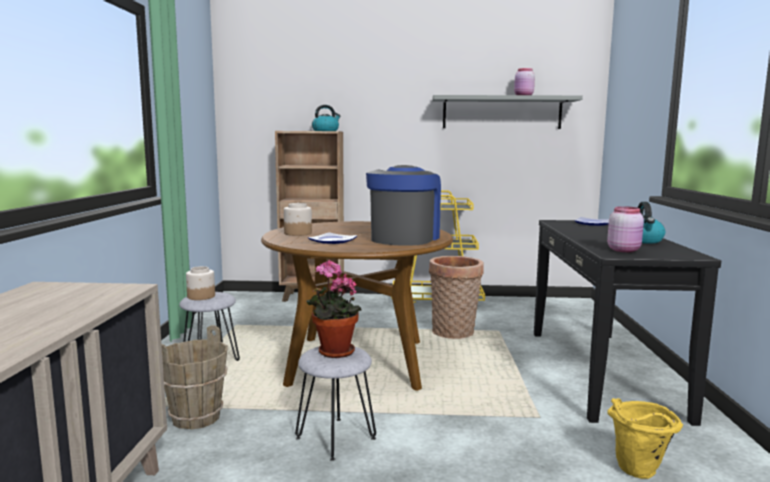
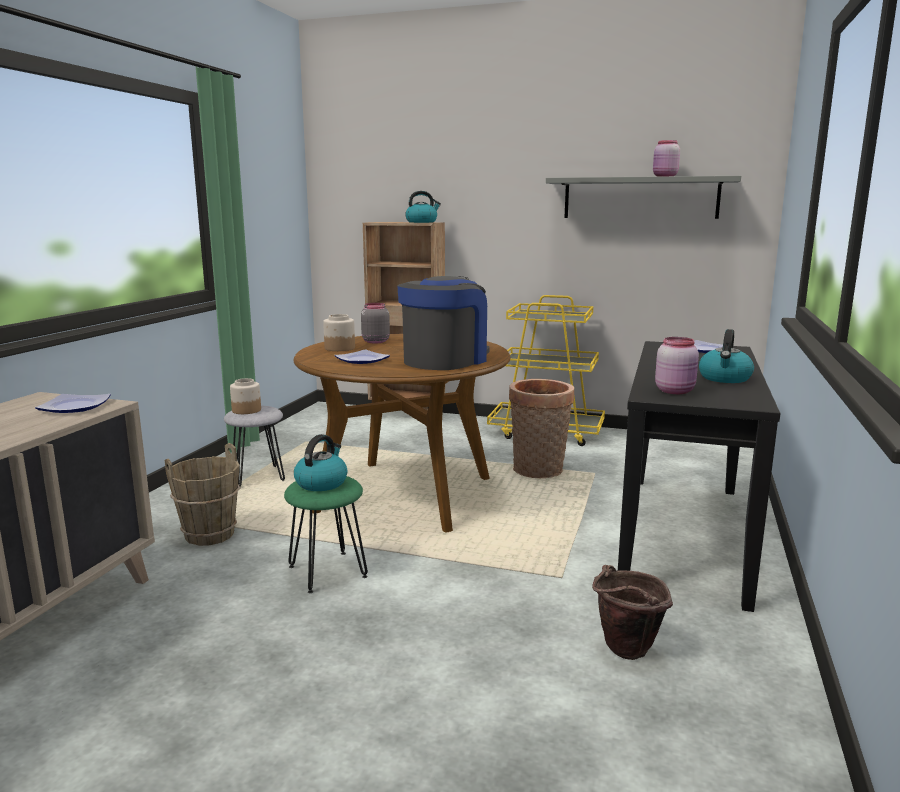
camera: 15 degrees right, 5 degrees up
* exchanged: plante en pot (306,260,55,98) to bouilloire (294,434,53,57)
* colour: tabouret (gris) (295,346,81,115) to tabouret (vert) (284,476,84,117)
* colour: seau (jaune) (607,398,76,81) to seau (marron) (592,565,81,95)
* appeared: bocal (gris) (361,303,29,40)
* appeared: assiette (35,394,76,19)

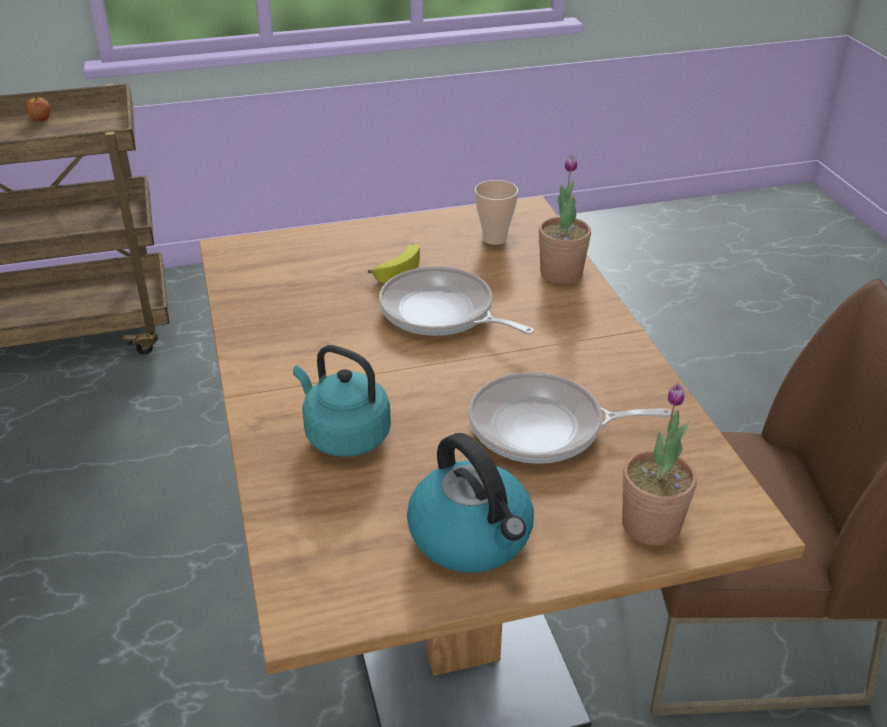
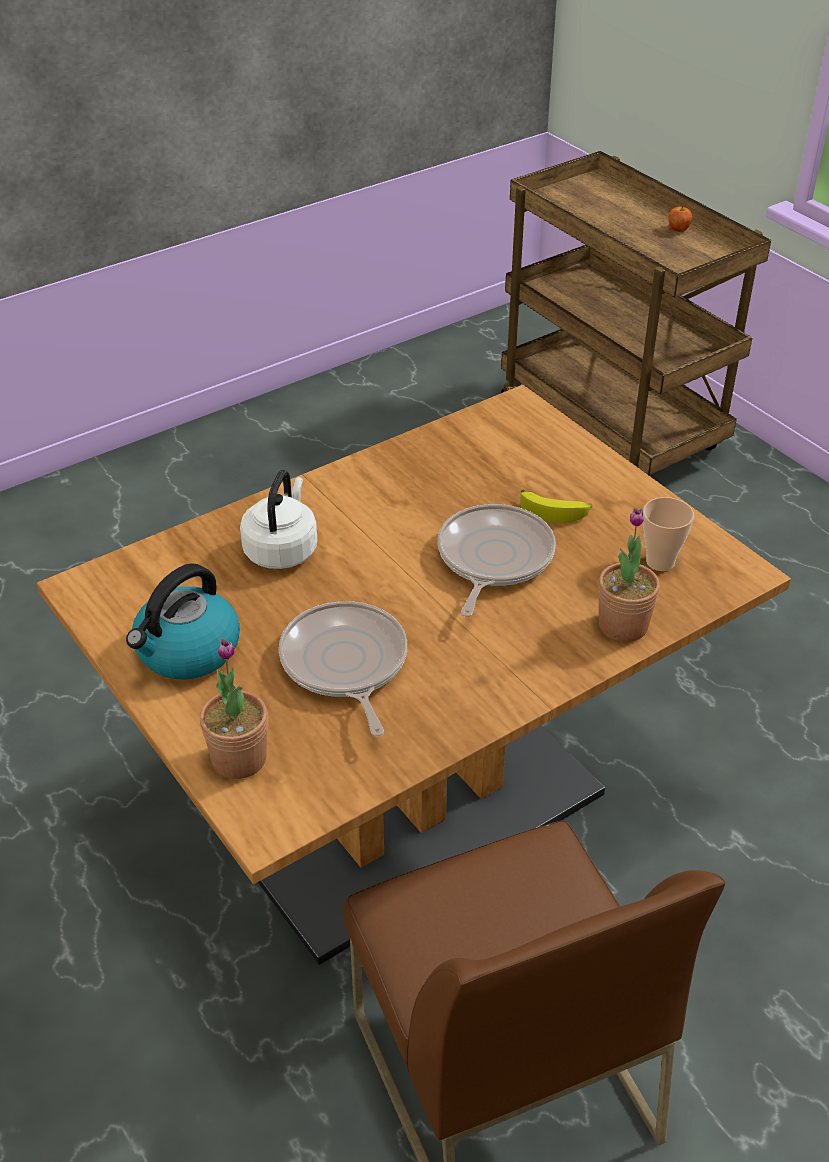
camera: 70 degrees right, 5 degrees up
* colour: bouilloire (turquoise) (293,345,98,112) to bouilloire (blanc) (240,470,77,99)

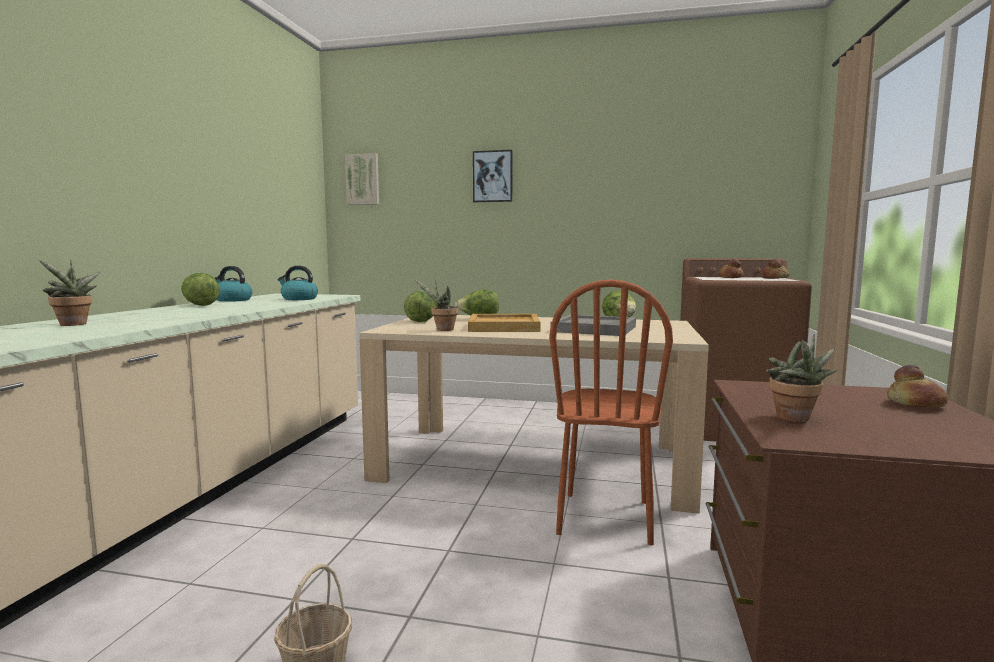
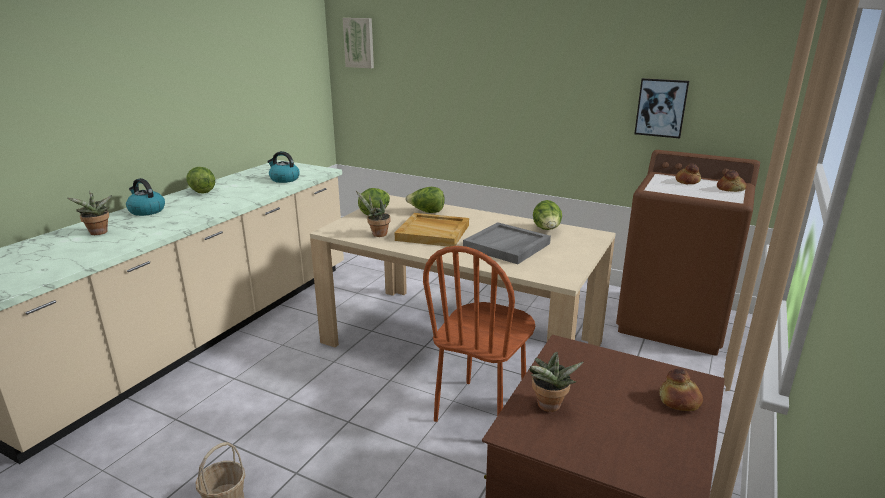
camera: 15 degrees right, 15 degrees up
* relocated: tableau (473,150,40,52) to (634,78,55,61)
* relocated: bouilloire (215,266,38,36) to (126,178,39,38)

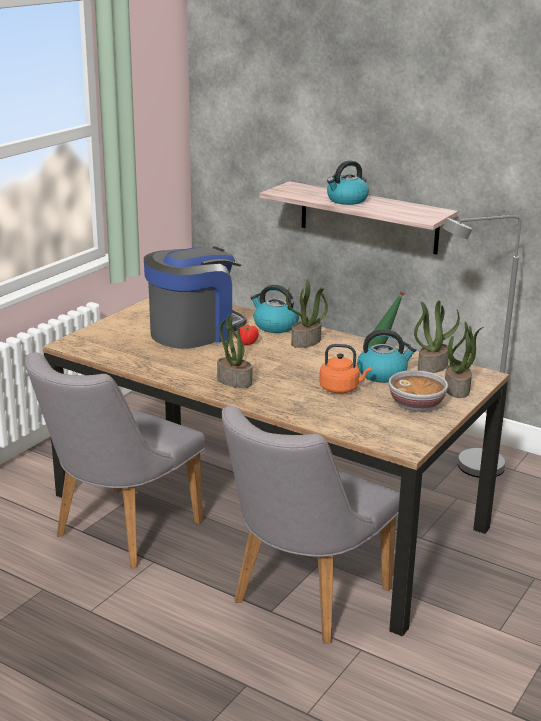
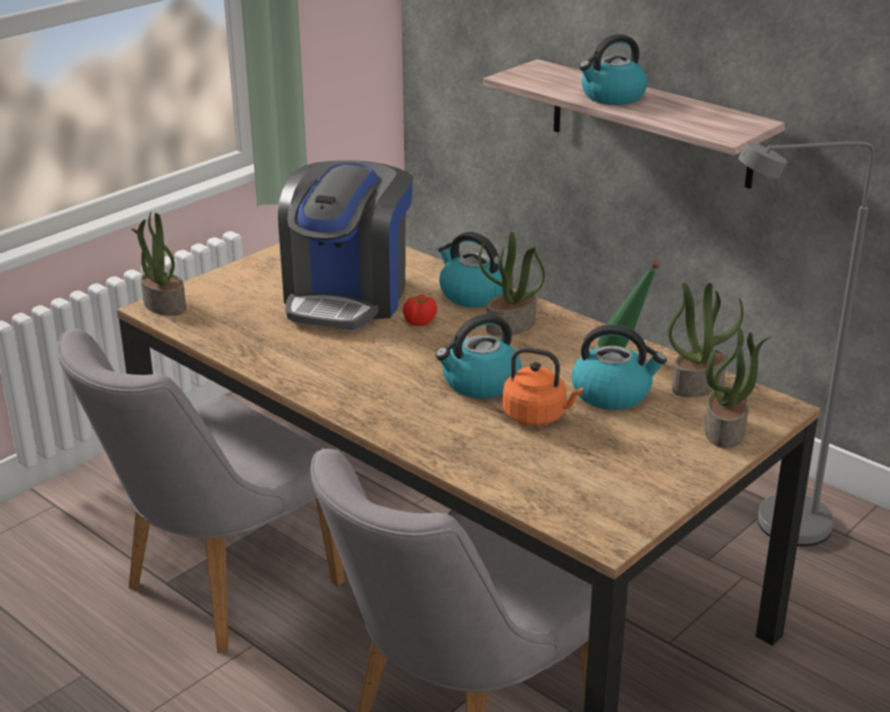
camera: 10 degrees right, 5 degrees up
* spun: machine à café (144,247,103,102) = (278,160,135,170) 135 degrees clockwise
* relocated: plante en pot (217,313,35,75) to (131,212,55,104)
* missing: bol (389,370,59,42)
* appeared: bouilloire (435,314,87,84)

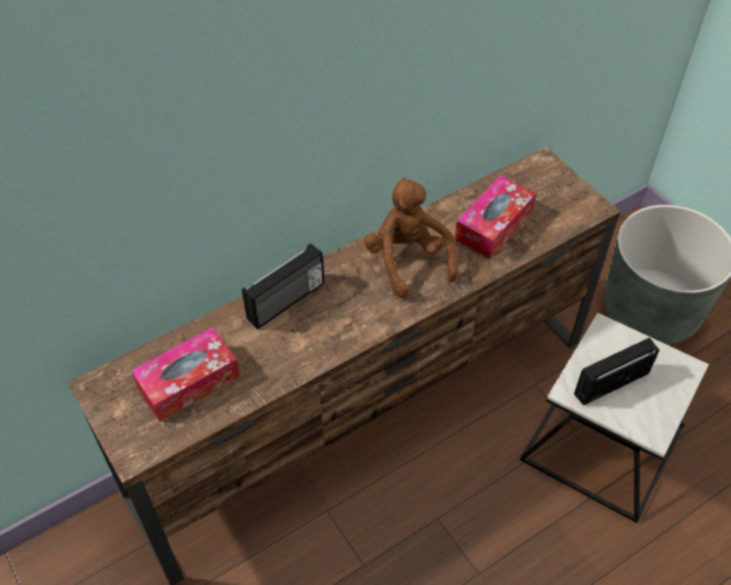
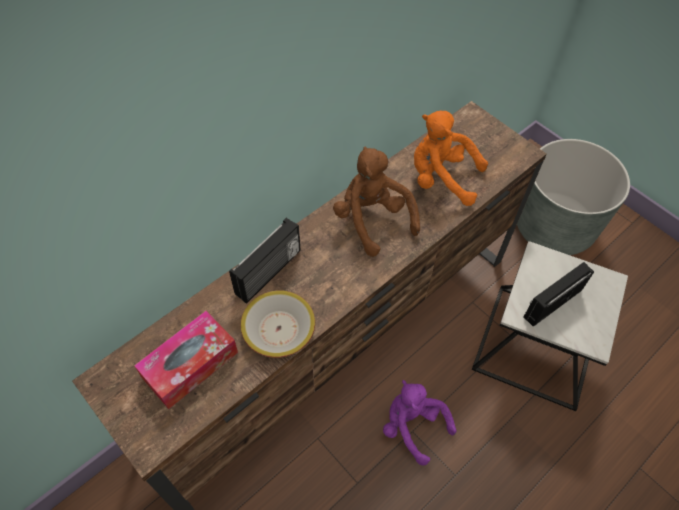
camera: 10 degrees left, 5 degrees up
* exchanged: boîte à mouchoirs (455,176,81,83) to peluche (orange) (414,111,74,95)
* appeared: bol (241,290,74,68)
* appeared: peluche (violet) (383,380,74,86)

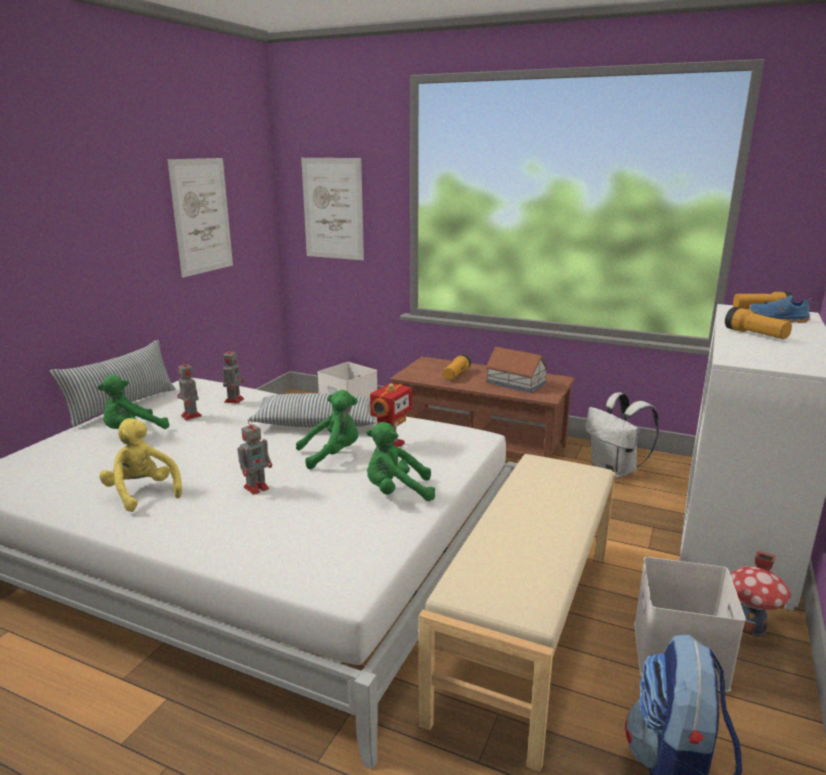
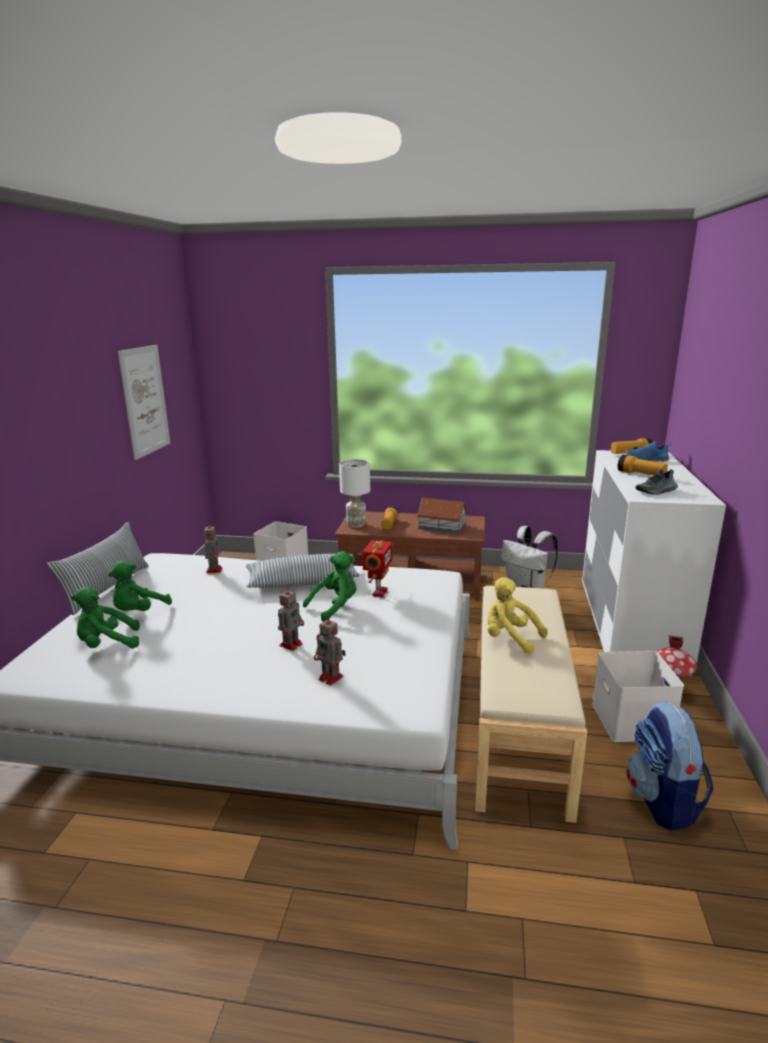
camera: 15 degrees left, 0 degrees up
* missing: tableau (301,158,63,102)
* relocated: robot jouet (178,359,24,61) to (314,615,32,71)
* relocated: peluche (jaune) (99,418,83,94) to (488,577,60,77)
* relocated: peluche (vert) (366,422,69,79) to (71,587,69,61)
* appeared: lampe de table (blanc) (339,459,31,69)
* appeared: chaussure (635,469,43,26)

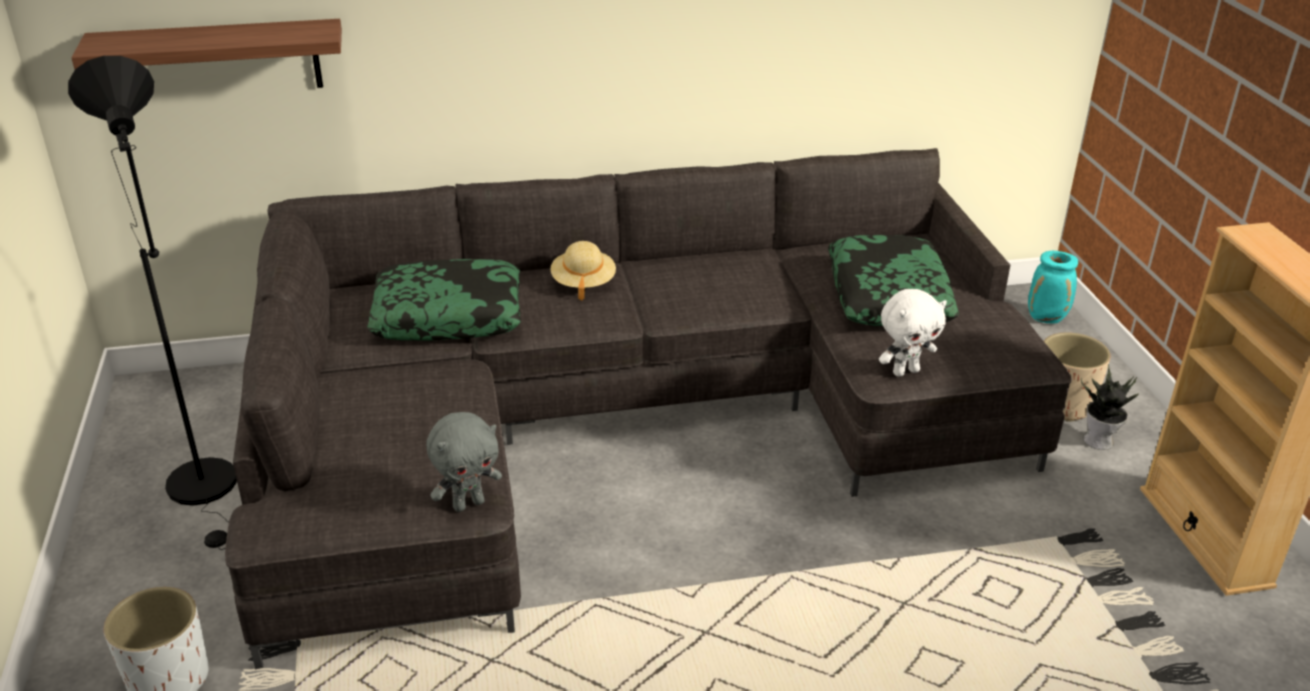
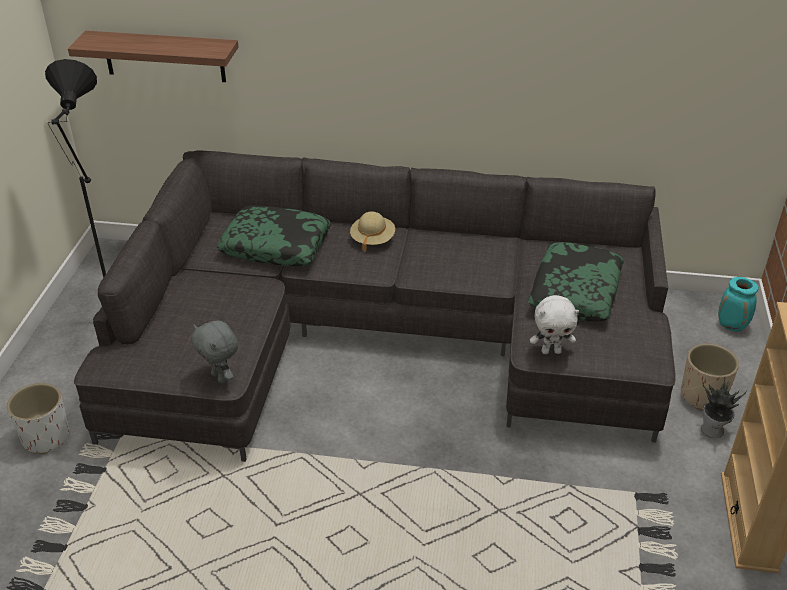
camera: 20 degrees right, 5 degrees up
* spun: peluche (gris) (426,412,76,100) = (191,321,47,62) 60 degrees clockwise

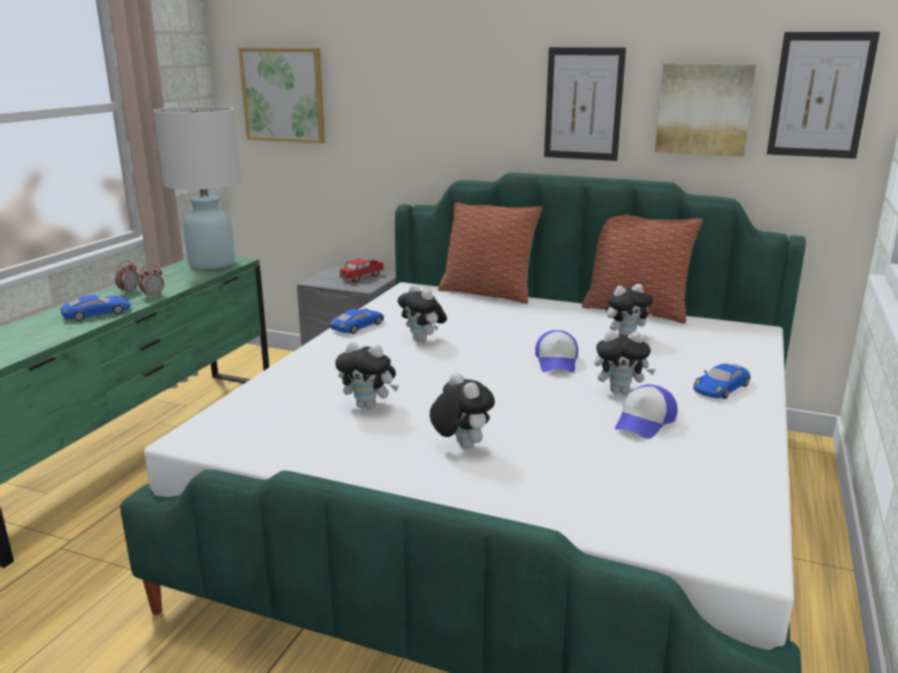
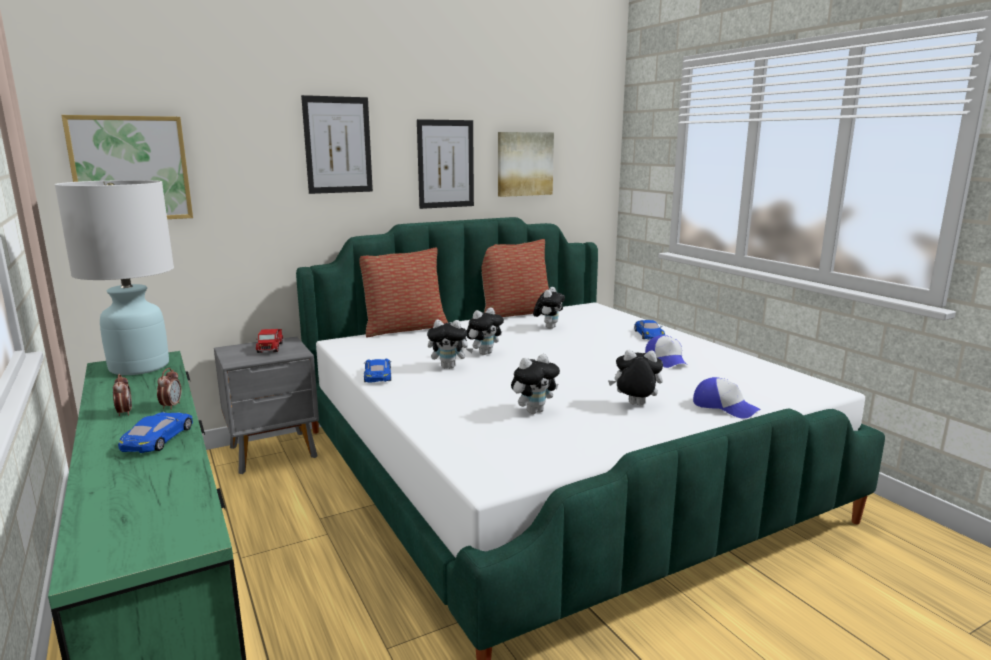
camera: 50 degrees left, 5 degrees down
* relocated: tableau (767,32,113,127) to (301,95,72,99)
* relocated: casquette (535,330,43,43) to (693,377,67,42)
* relocated: peluche (594,330,62,64) to (466,307,38,48)

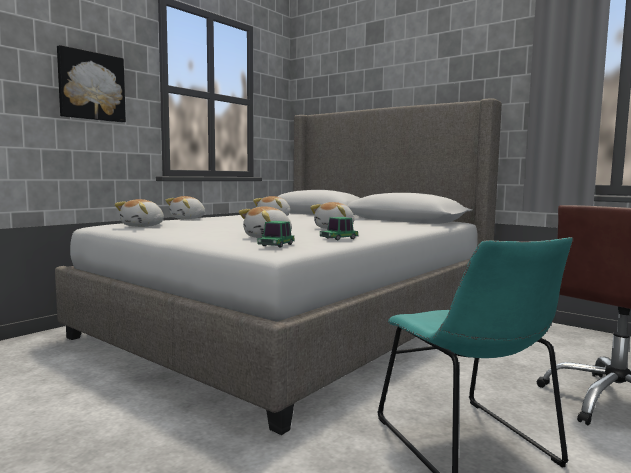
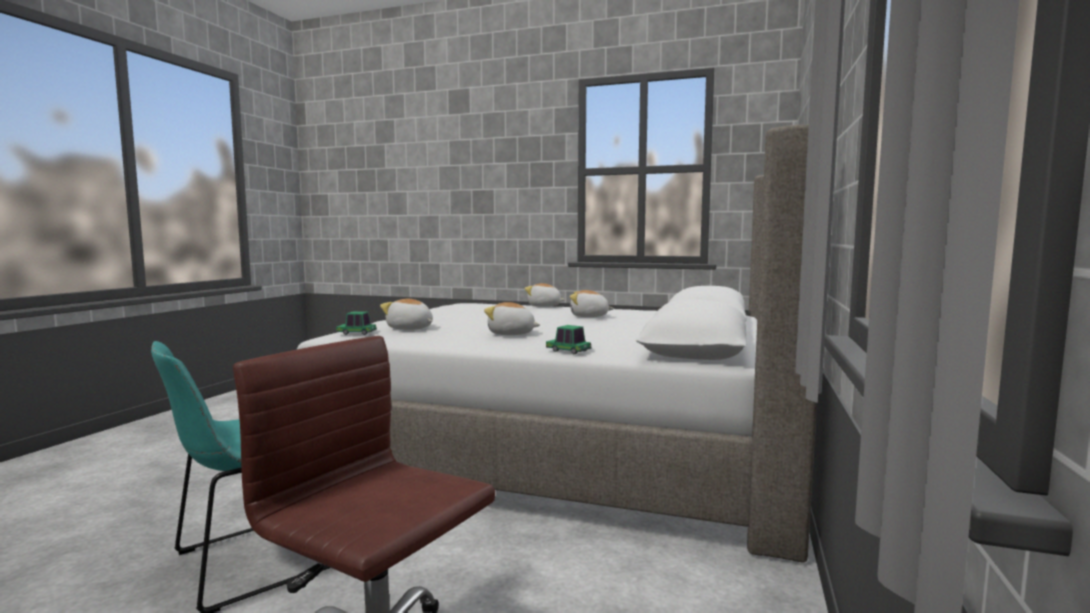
camera: 70 degrees right, 0 degrees up
* missing: tableau (57,45,69,77)
* missing: peluche (114,199,50,28)
* relocated: petite voiture (320,217,38,23) to (546,325,46,29)

